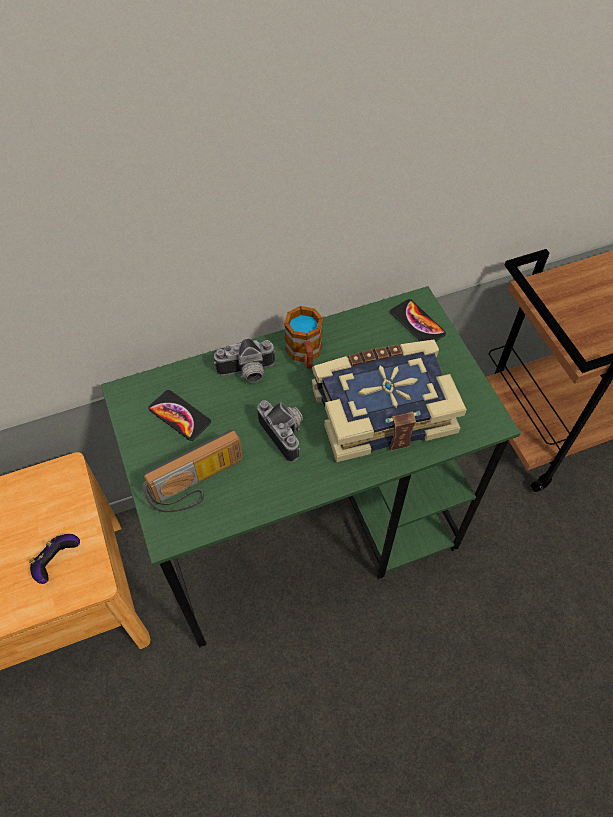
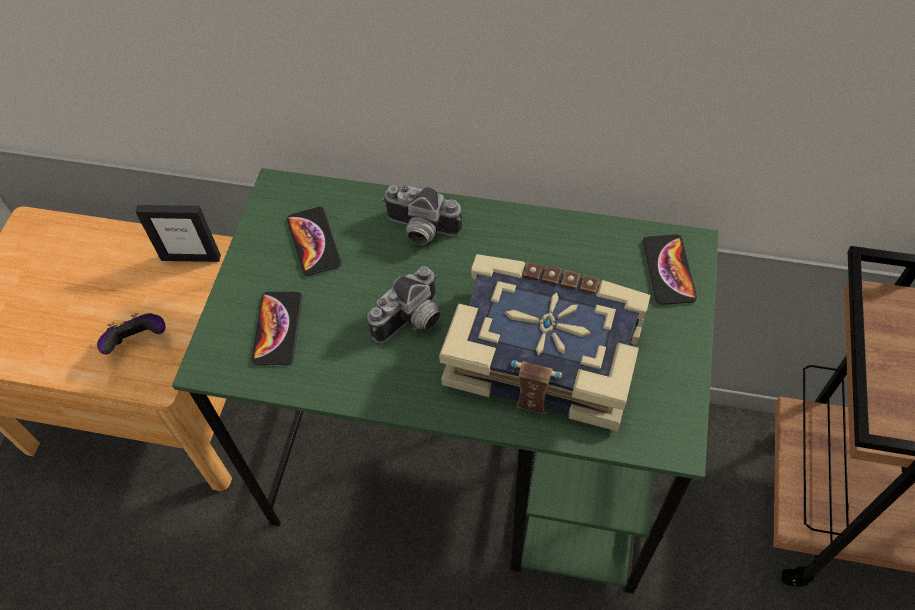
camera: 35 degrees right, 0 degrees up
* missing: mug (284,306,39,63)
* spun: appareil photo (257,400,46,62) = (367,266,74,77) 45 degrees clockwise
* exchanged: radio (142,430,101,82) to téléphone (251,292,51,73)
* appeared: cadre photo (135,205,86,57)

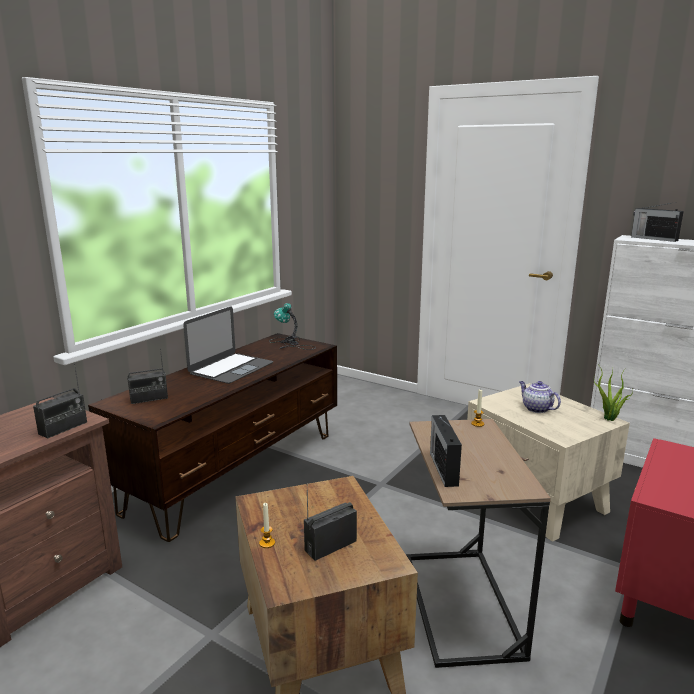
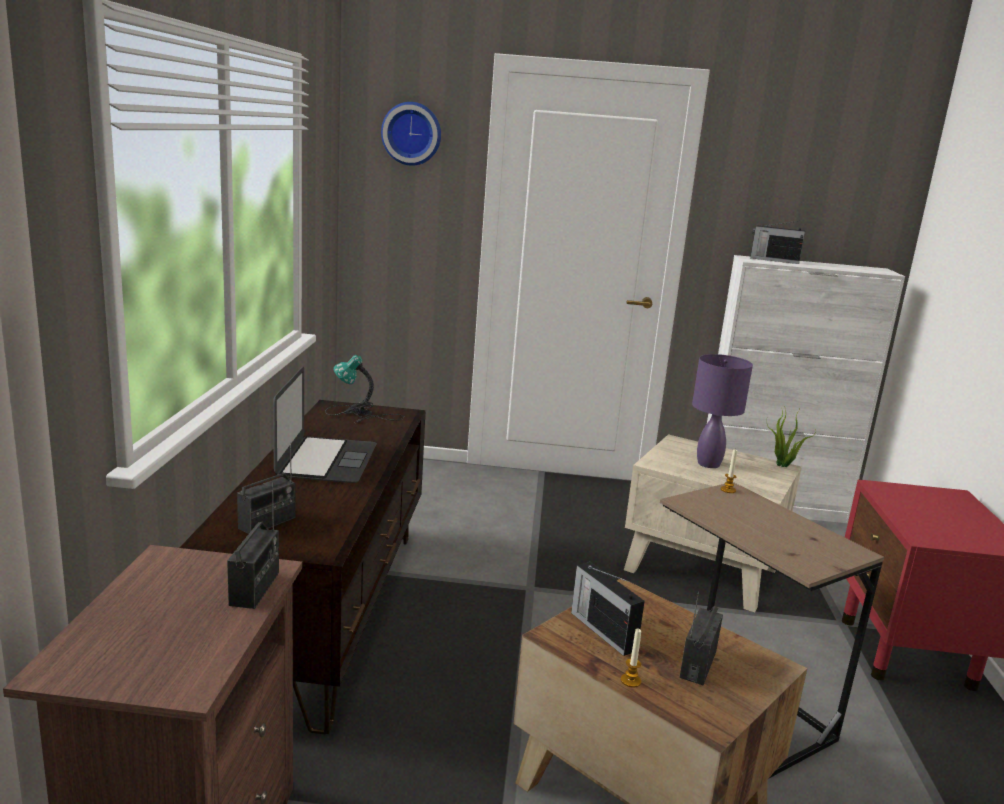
camera: 30 degrees left, 0 degrees up
* exchanged: théière (519,381,42,32) to lampe de table (violet) (692,354,61,114)
* relocated: radio (430,415,32,72) to (571,562,74,94)
* appeared: horloge murale (381,102,60,64)

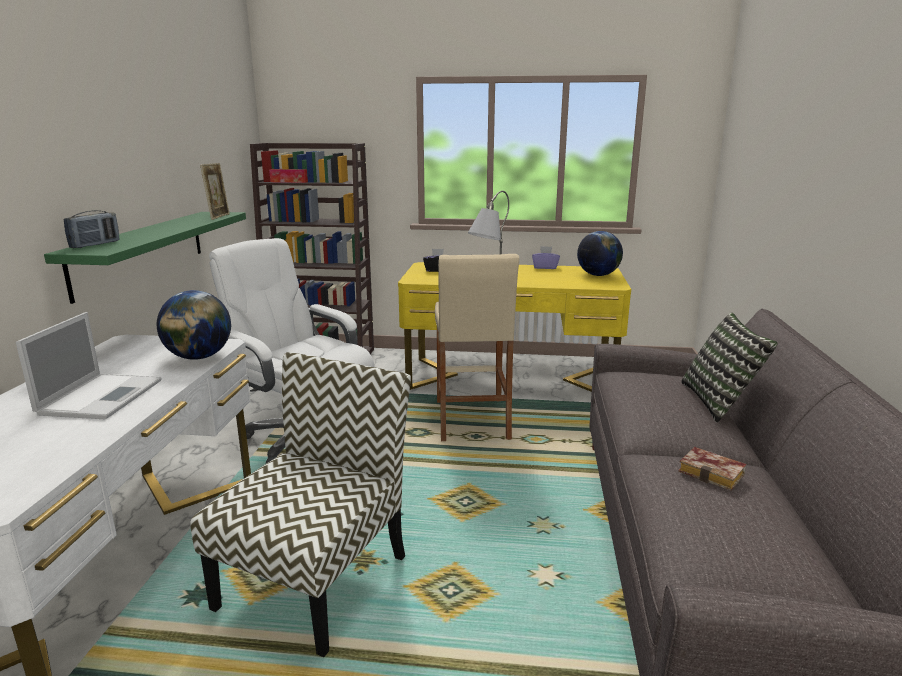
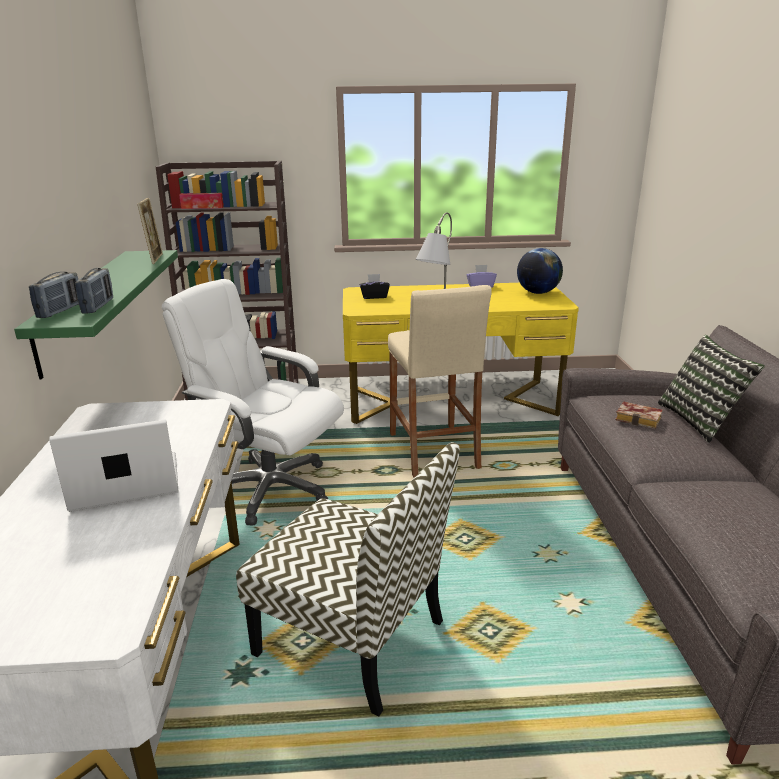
camera: 10 degrees left, 5 degrees up
* missing: globe (157,290,74,70)
* spun: ordinateur portable (16,312,145,107) = (49,419,129,93) 105 degrees counterclockwise
* spun: chaise (190,352,221,305) = (236,442,224,275) 105 degrees clockwise
* relocated: livre (678,447,68,44) to (615,401,48,28)
* appeared: radio (75,268,38,46)

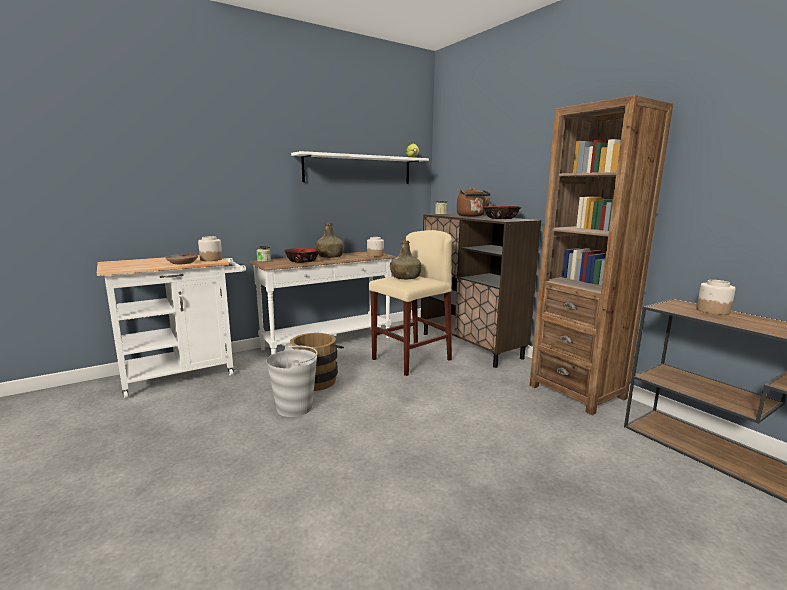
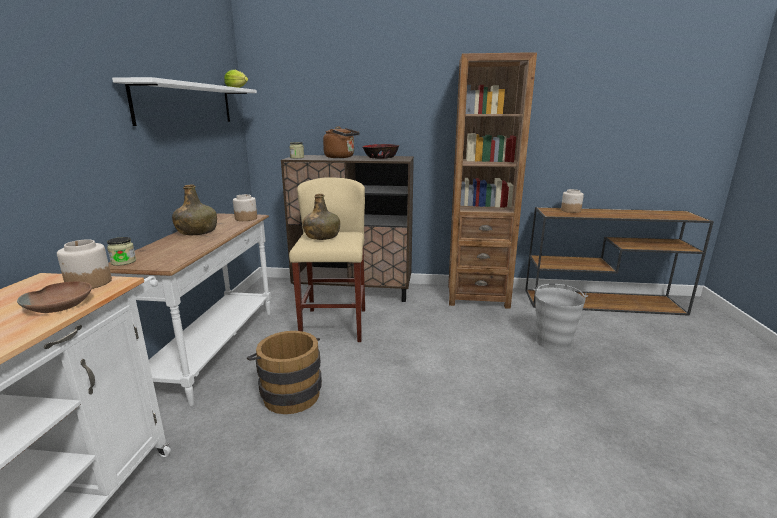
camera: 50 degrees left, 5 degrees up
* missing: bol (284,248,36,15)
* relocated: seau (gris) (267,343,51,74) to (533,284,55,67)

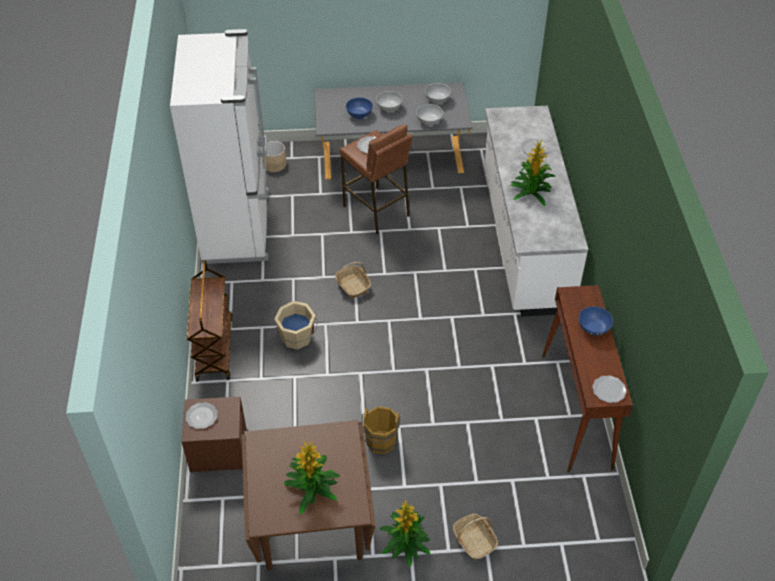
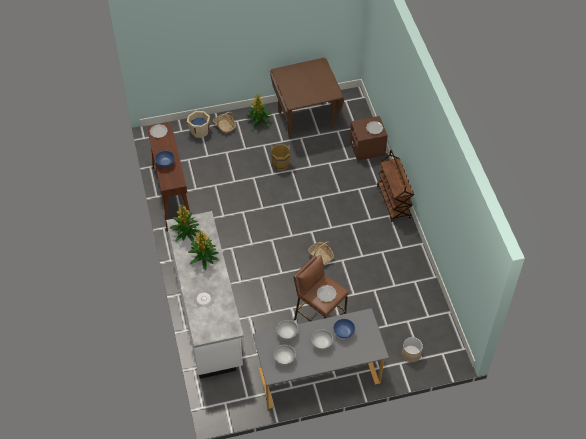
camera: 170 degrees right, 5 degrees up
* missing: réfrigérateur (blanc) (170,29,99,235)
* relocated: seau (beige) (274,301,44,49) to (187,111,23,27)
* relocated: plante en pot (284,440,56,75) to (169,204,33,38)

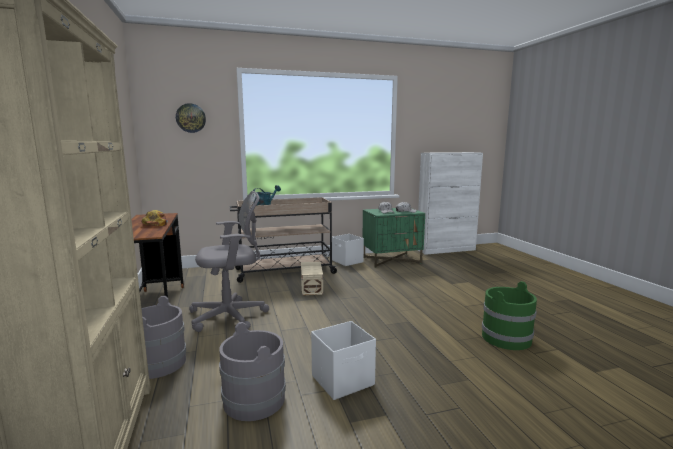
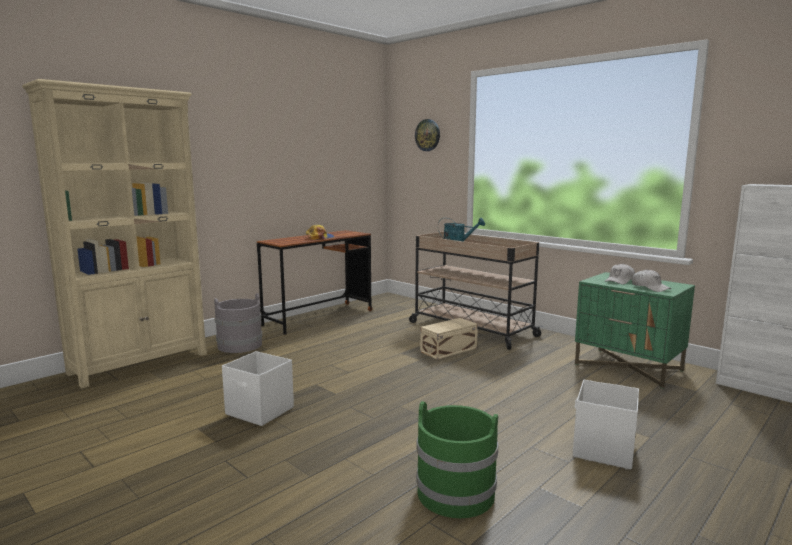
camera: 60 degrees right, 0 degrees up
* missing: chaise de bureau (gris) (189,191,80,141)
* relocated: boîte de rangement (blanc) (332,234,32,32) to (573,380,66,89)
* missing: seau (gris) (219,322,67,99)

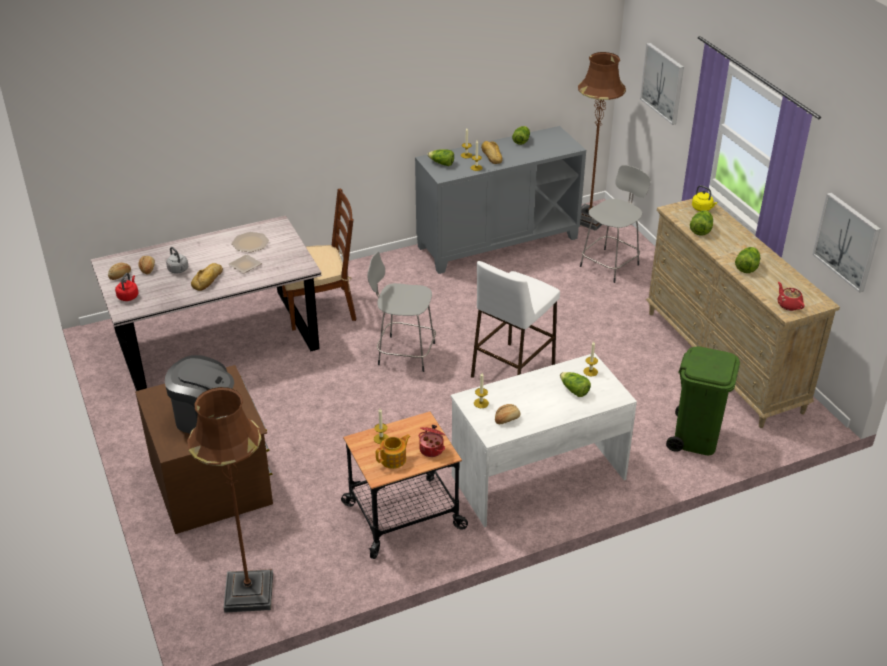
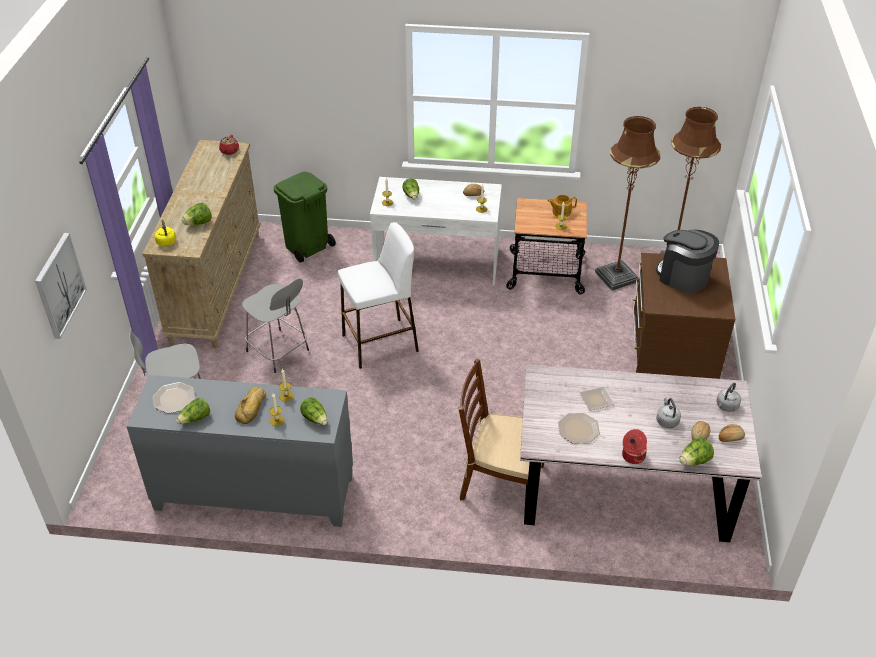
camera: 150 degrees left, 5 degrees up
* relocated: lampadaire (marron) (578,52,48,179) to (595,116,65,175)
* missing: tableau (813,193,68,99)
* relocated: laitue (735,247,25,26) to (679,438,35,28)
* relocated: tabouret (gris) (367,252,69,120) to (242,278,67,95)
* missing: pain (191,263,32,28)
* colour: bouilloire (rouge) (115,273,23,28) to bouilloire (gris) (716,383,25,29)
* relocated: marmite (419,425,26,32) to (622,429,25,35)
* appeared: assiette (153,382,42,32)

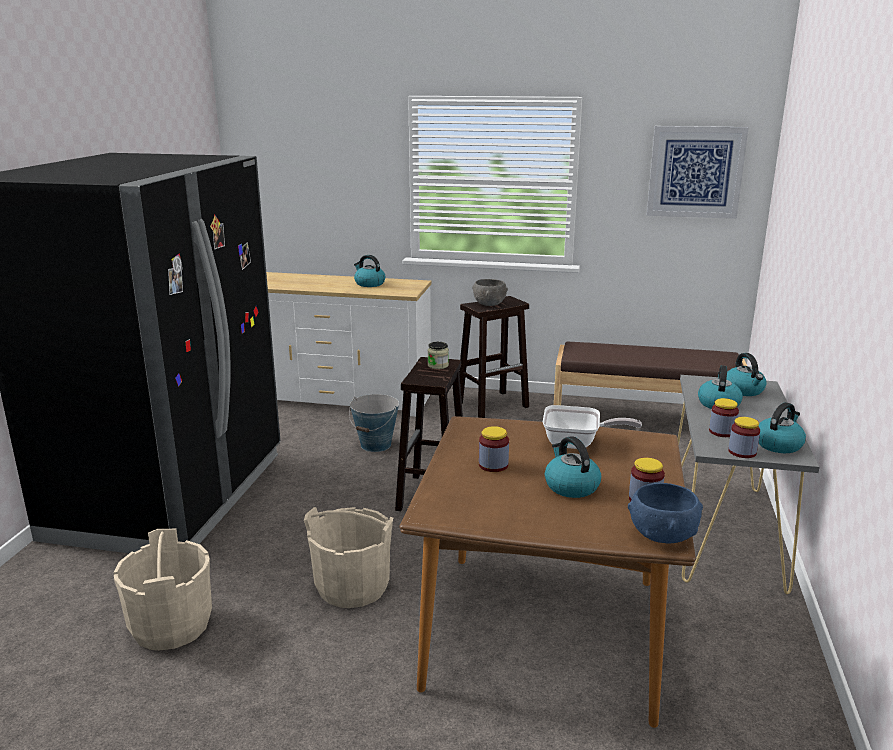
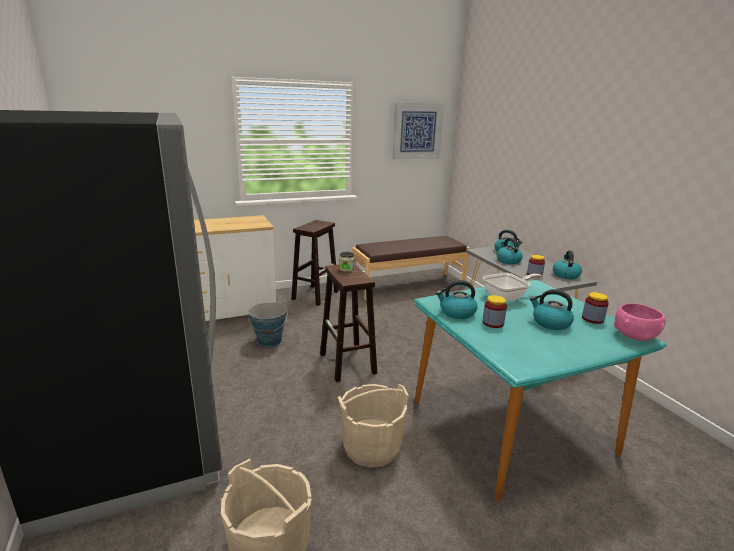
camera: 35 degrees left, 0 degrees up
* relocated: bouilloire (354,255,32,32) to (436,280,41,39)
* missing: bol (gris) (472,279,36,27)
* colour: table à manger (marron) (399,416,297,312) to table à manger (turquoise) (414,280,253,221)
* missing: bocal (728,417,32,41)
* colour: bol (bleu) (628,483,75,61) to bol (rose) (614,303,51,38)

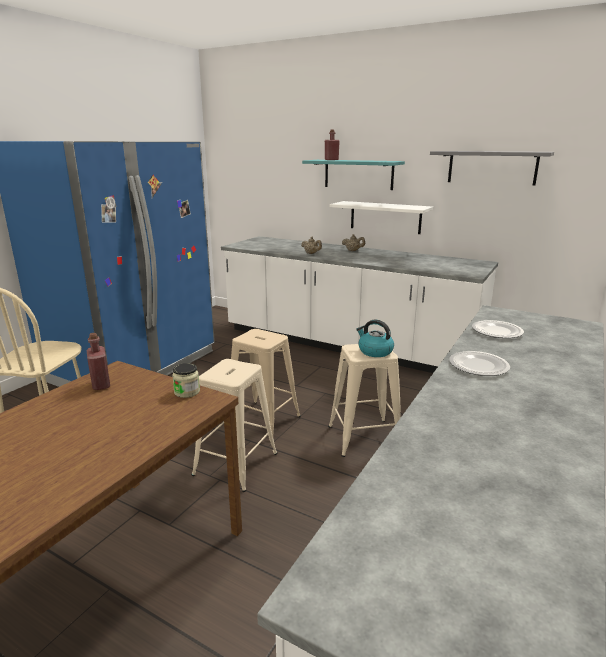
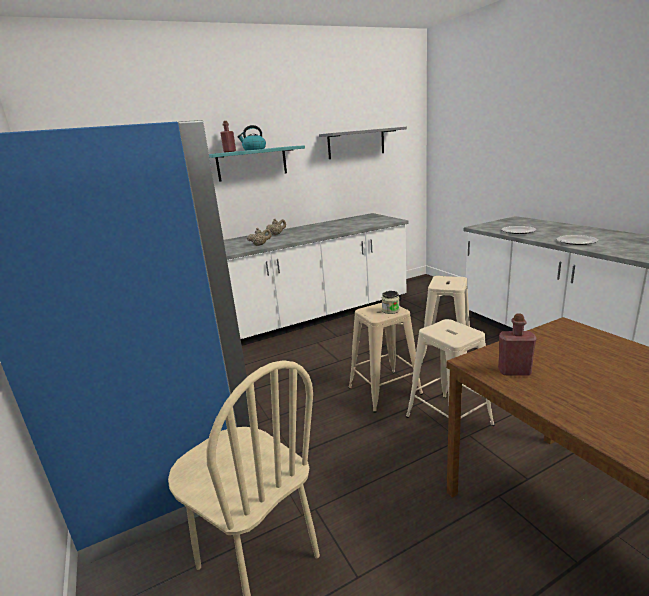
camera: 55 degrees left, 0 degrees up
* missing: étagère (blanc) (329,201,104,33)
* relocated: bouilloire (356,320,38,37) to (237,125,29,25)
* relocated: bocal (172,363,28,35) to (382,291,18,23)

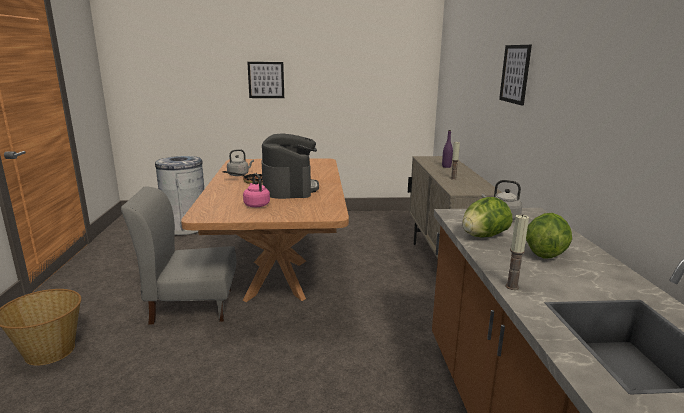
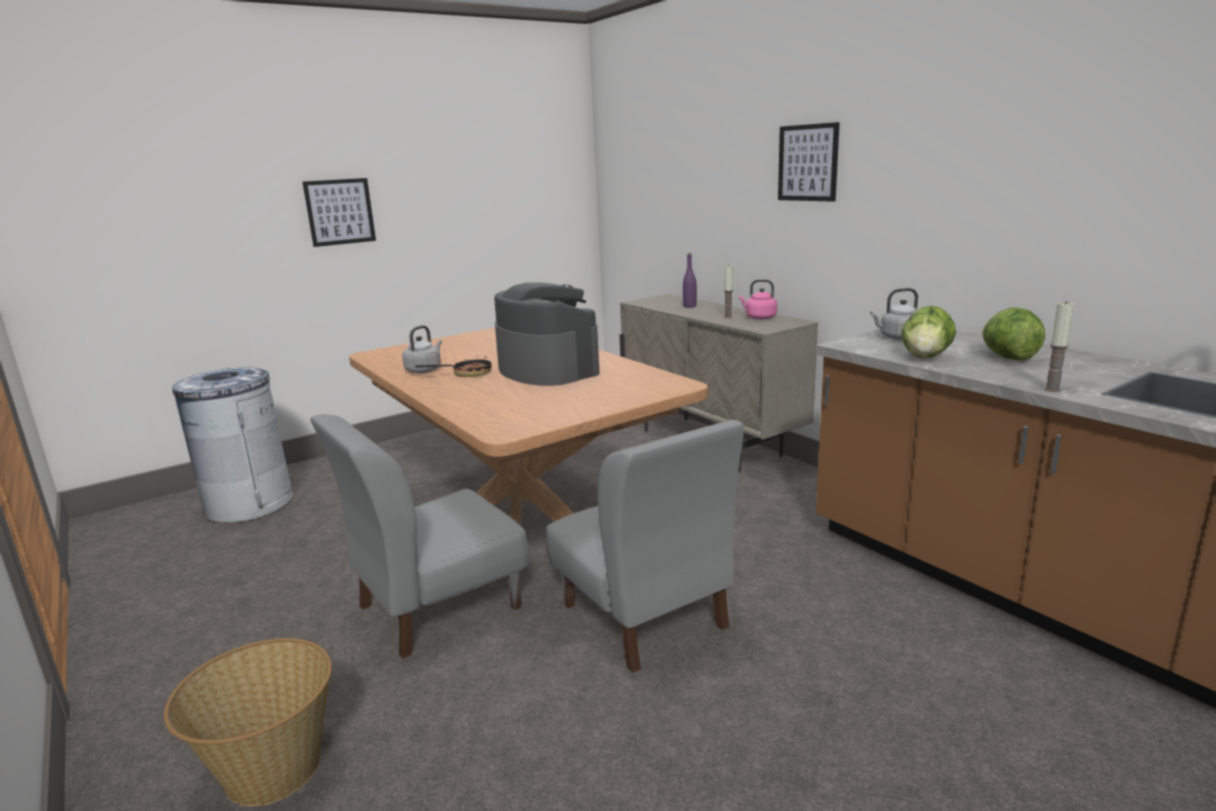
camera: 30 degrees left, 0 degrees up
* relocated: bouilloire (rose) (243,173,27,34) to (739,279,38,40)
* appeared: chaise (gris) (546,420,198,253)

